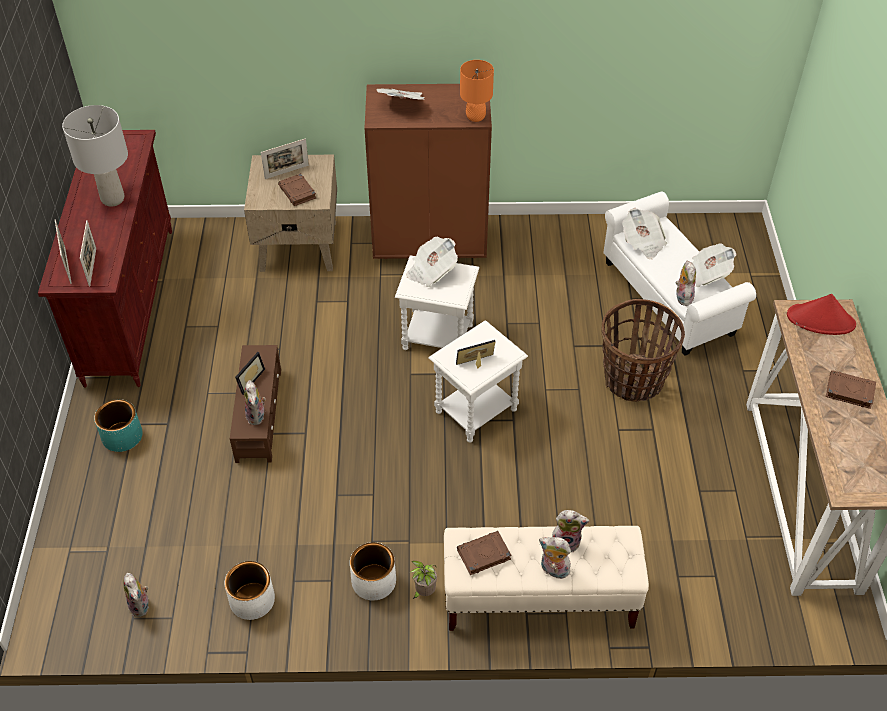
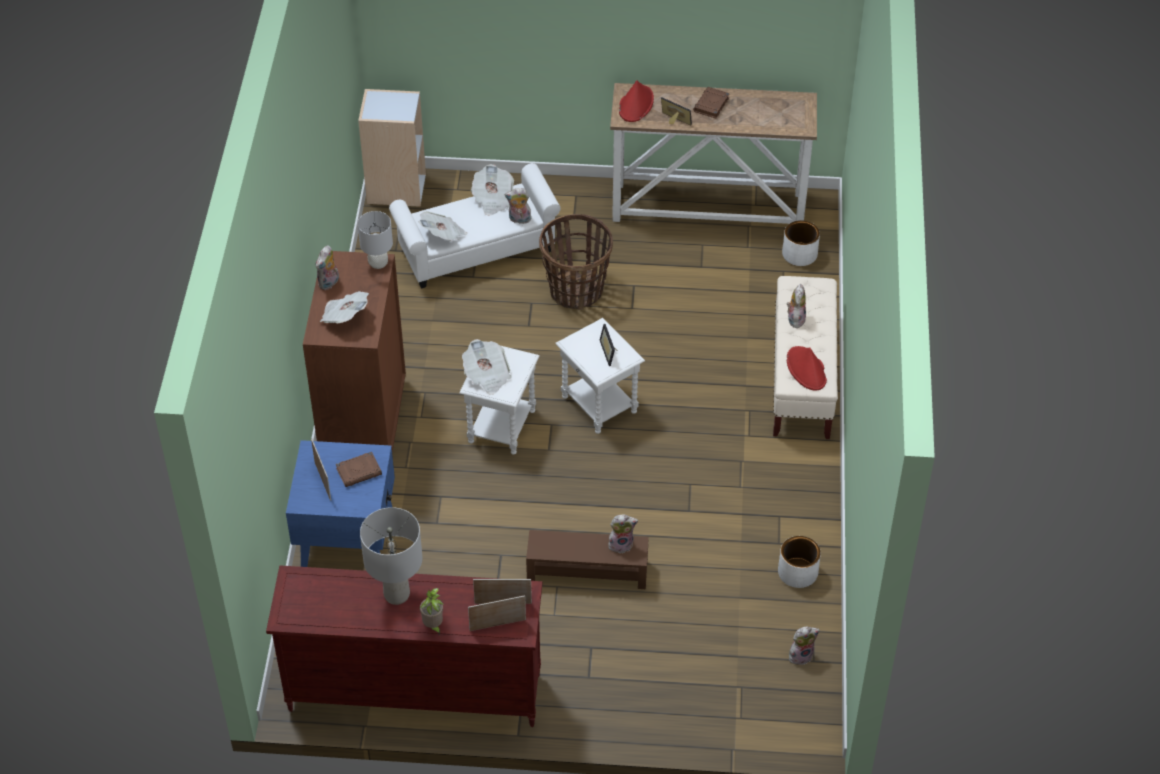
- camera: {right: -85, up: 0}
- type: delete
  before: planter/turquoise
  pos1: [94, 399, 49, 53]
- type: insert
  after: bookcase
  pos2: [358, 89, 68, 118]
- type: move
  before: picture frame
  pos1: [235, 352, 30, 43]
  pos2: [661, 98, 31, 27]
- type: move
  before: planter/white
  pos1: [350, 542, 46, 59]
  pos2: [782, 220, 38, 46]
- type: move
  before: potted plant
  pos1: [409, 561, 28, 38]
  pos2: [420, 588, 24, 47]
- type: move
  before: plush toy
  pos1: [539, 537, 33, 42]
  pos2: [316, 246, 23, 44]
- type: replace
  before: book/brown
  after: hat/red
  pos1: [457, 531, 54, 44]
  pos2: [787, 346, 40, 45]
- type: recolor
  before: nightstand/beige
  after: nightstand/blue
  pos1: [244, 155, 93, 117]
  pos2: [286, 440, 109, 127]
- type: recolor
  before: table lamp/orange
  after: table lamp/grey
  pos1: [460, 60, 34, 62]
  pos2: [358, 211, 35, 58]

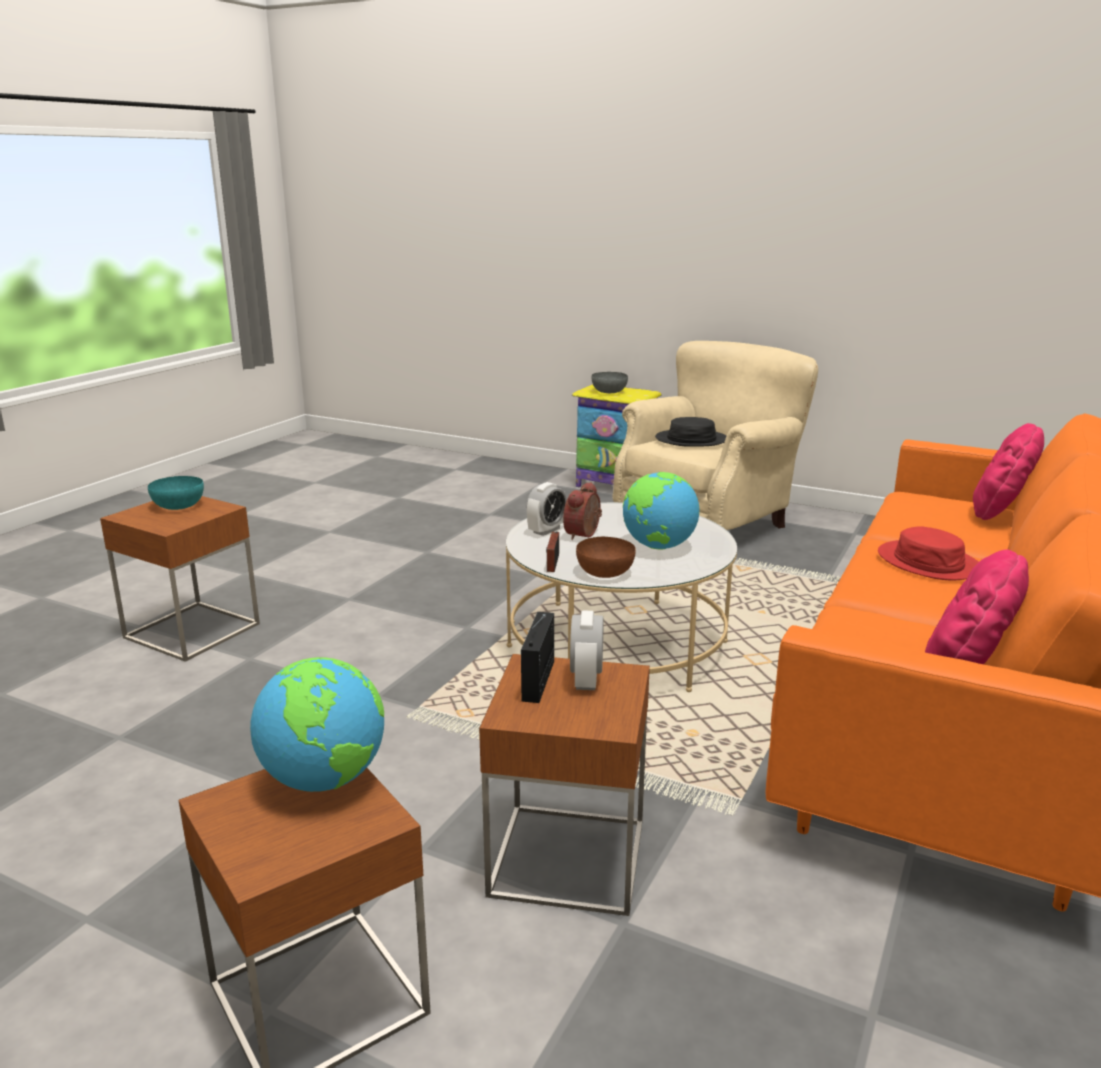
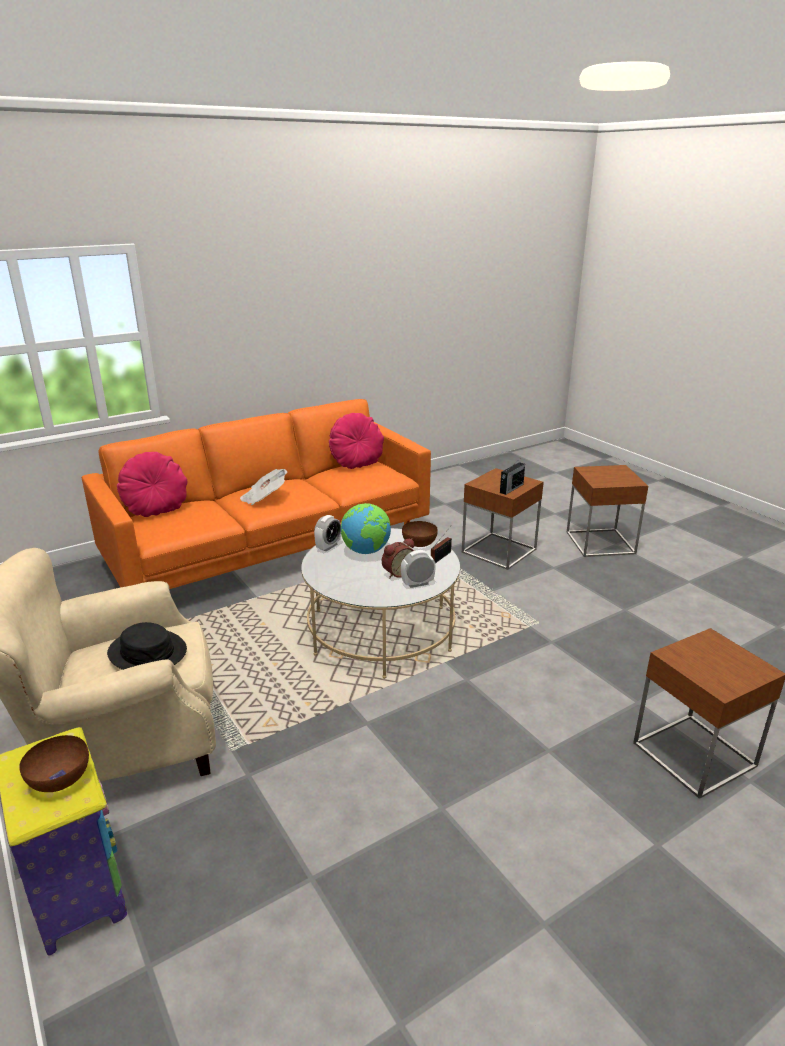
- camera: {right: -150, up: 5}
- type: delete
  before: bowl/turquoise
  pos1: [148, 476, 56, 34]
- type: delete
  before: globe
  pos1: [250, 657, 134, 135]
- type: move
  before: alarm clock
  pos1: [570, 610, 34, 80]
  pos2: [314, 515, 27, 37]
- type: replace
  before: hat/red
  after: newspaper
  pos1: [878, 526, 101, 54]
  pos2: [240, 469, 47, 36]
- type: recolor
  before: bowl/grey
  after: bowl/brown
  pos1: [592, 372, 36, 21]
  pos2: [19, 735, 70, 57]

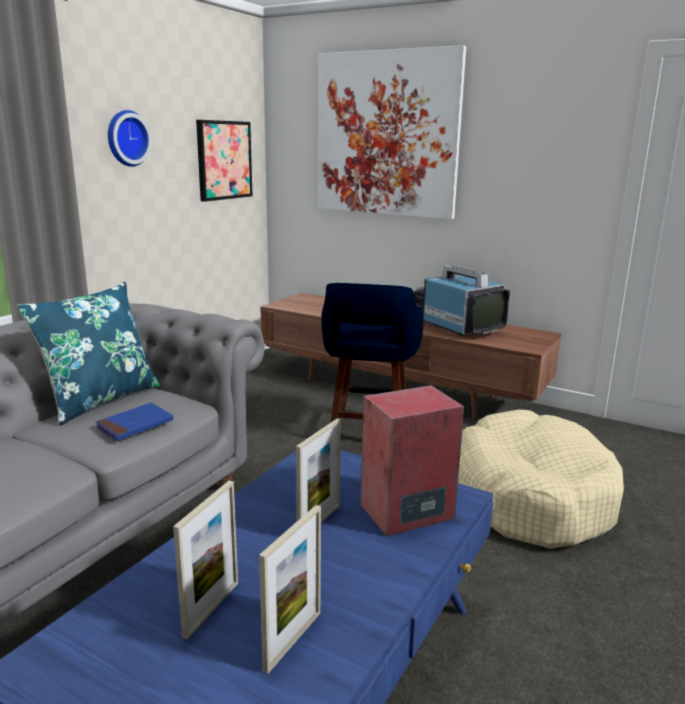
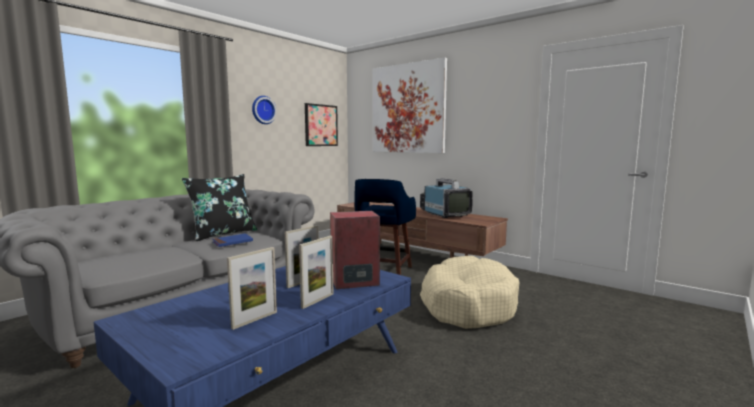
- camera: {right: 10, up: -10}
- type: move
  before: picture frame
  pos1: [173, 481, 65, 158]
  pos2: [299, 236, 34, 73]
- type: recolor
  before: pillow/blue
  after: pillow/black
  pos1: [17, 282, 143, 143]
  pos2: [182, 174, 75, 67]

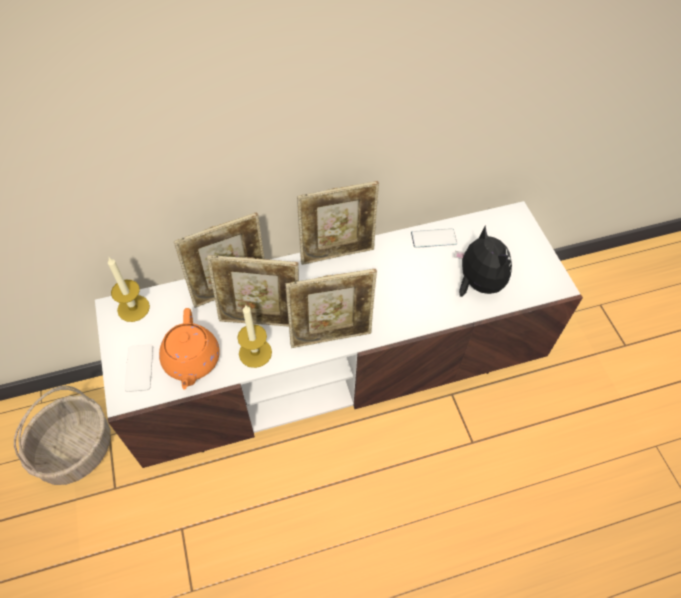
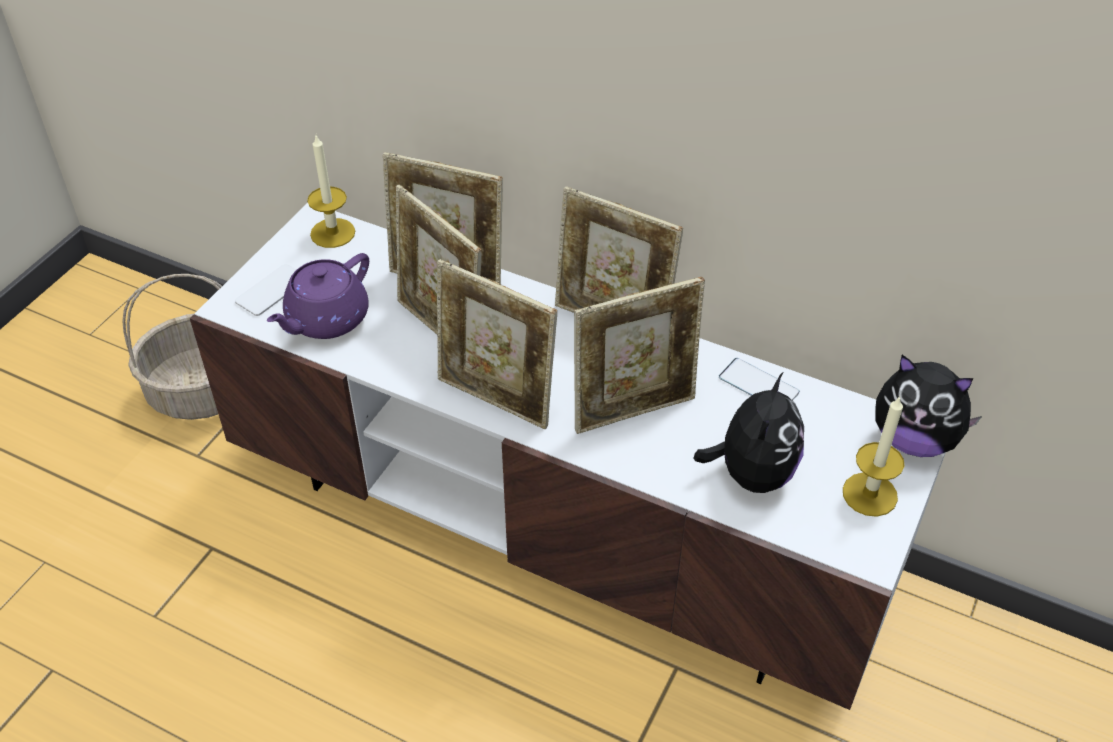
- camera: {right: 45, up: -10}
- type: insert
  after: picture frame
  pos2: [574, 277, 131, 157]
- type: insert
  after: plush toy
  pos2: [875, 355, 107, 102]
- type: move
  before: candle
  pos1: [237, 305, 35, 63]
  pos2: [843, 395, 61, 122]
- type: recolor
  before: teapot/orange
  after: teapot/purple
  pos1: [159, 308, 61, 82]
  pos2: [267, 253, 102, 86]

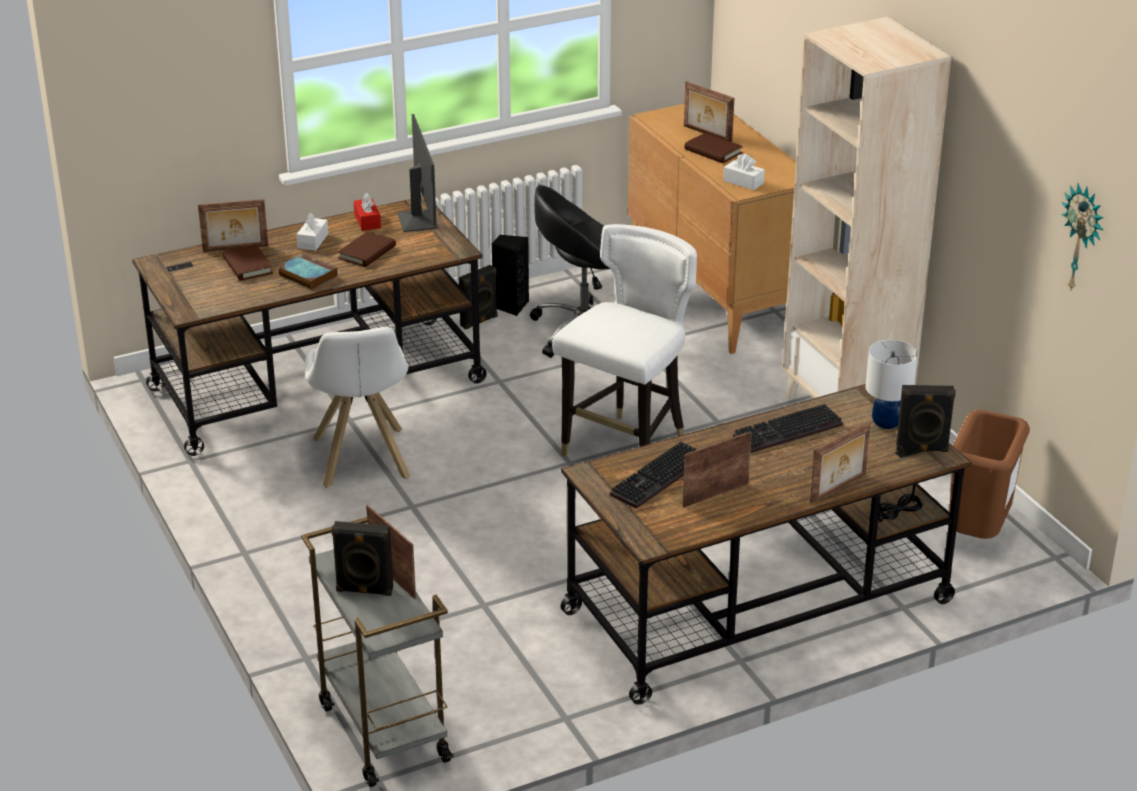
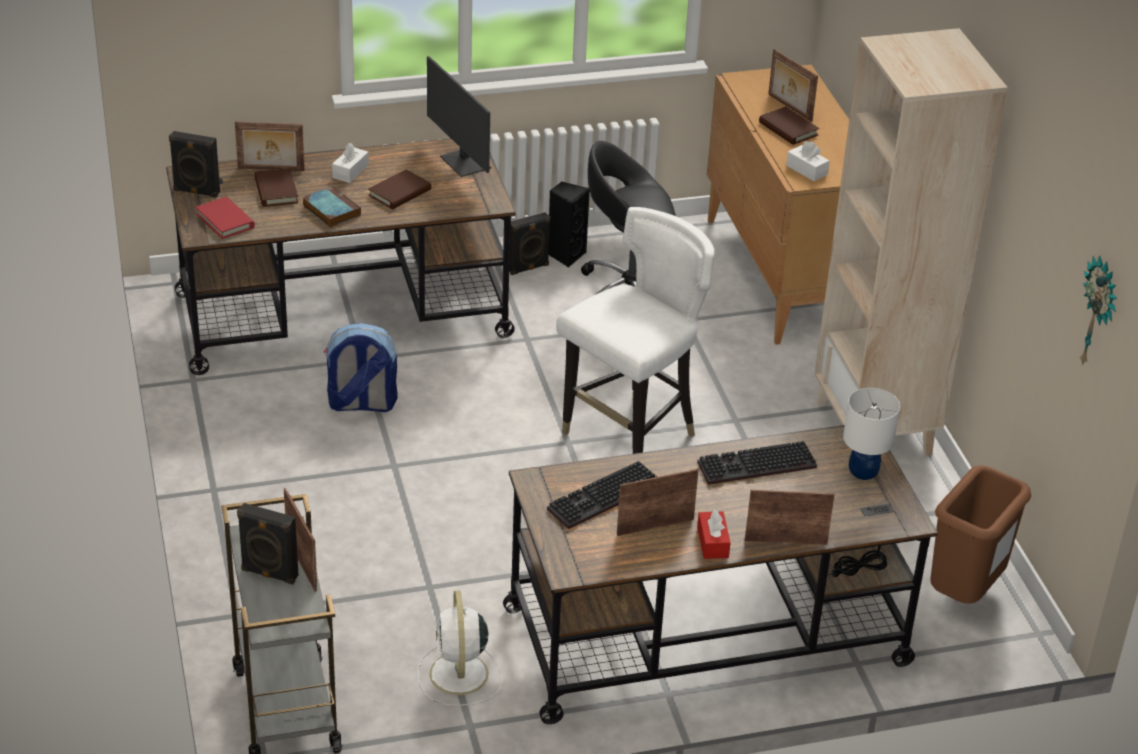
- camera: {right: 10, up: 5}
- type: insert
  after: book/red
  pos2: [195, 197, 60, 42]
- type: insert
  after: fan/white
  pos2: [418, 591, 85, 115]
- type: move
  before: tissue box/red
  pos1: [354, 193, 27, 38]
  pos2: [697, 509, 33, 50]
- type: move
  before: speaker/black
  pos1: [896, 385, 60, 67]
  pos2: [169, 131, 51, 67]
- type: replace
  before: chair/white
  after: backpack
  pos1: [305, 327, 105, 161]
  pos2: [324, 323, 74, 89]
- type: rotate
  before: monitor
  pos1: [397, 114, 40, 118]
  pos2: [427, 56, 65, 121]
  turn: 150
- type: rotate
  before: picture frame
  pos1: [810, 422, 60, 81]
  pos2: [745, 490, 90, 55]
  turn: -150

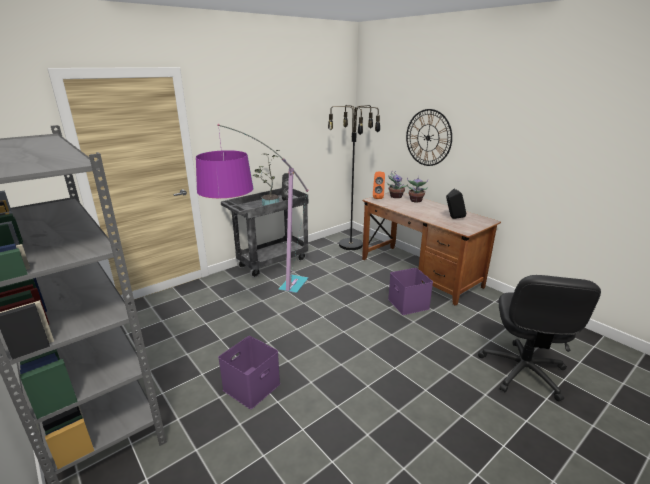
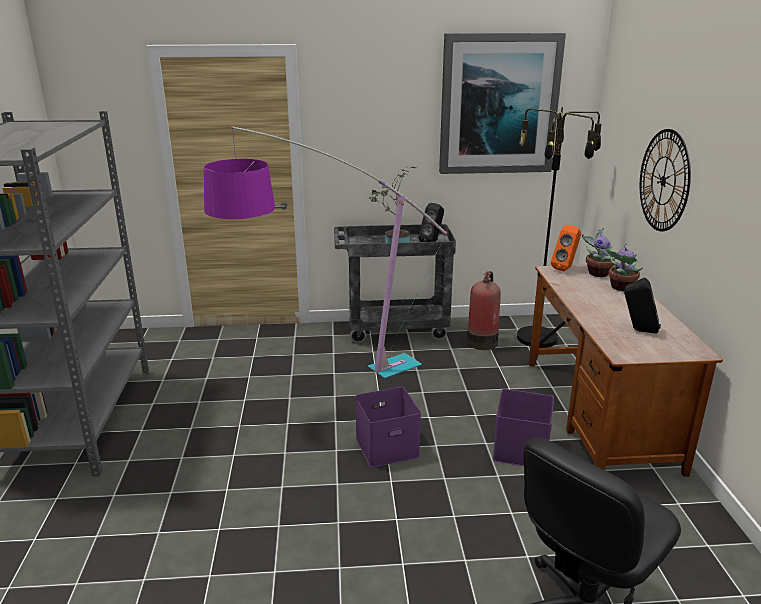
- camera: {right: 35, up: 0}
- type: insert
  after: picture
  pos2: [439, 33, 127, 141]
- type: insert
  after: fire extinguisher
  pos2: [467, 271, 34, 79]
- type: move
  before: storage box/purple
  pos1: [218, 336, 62, 73]
  pos2: [355, 387, 66, 81]

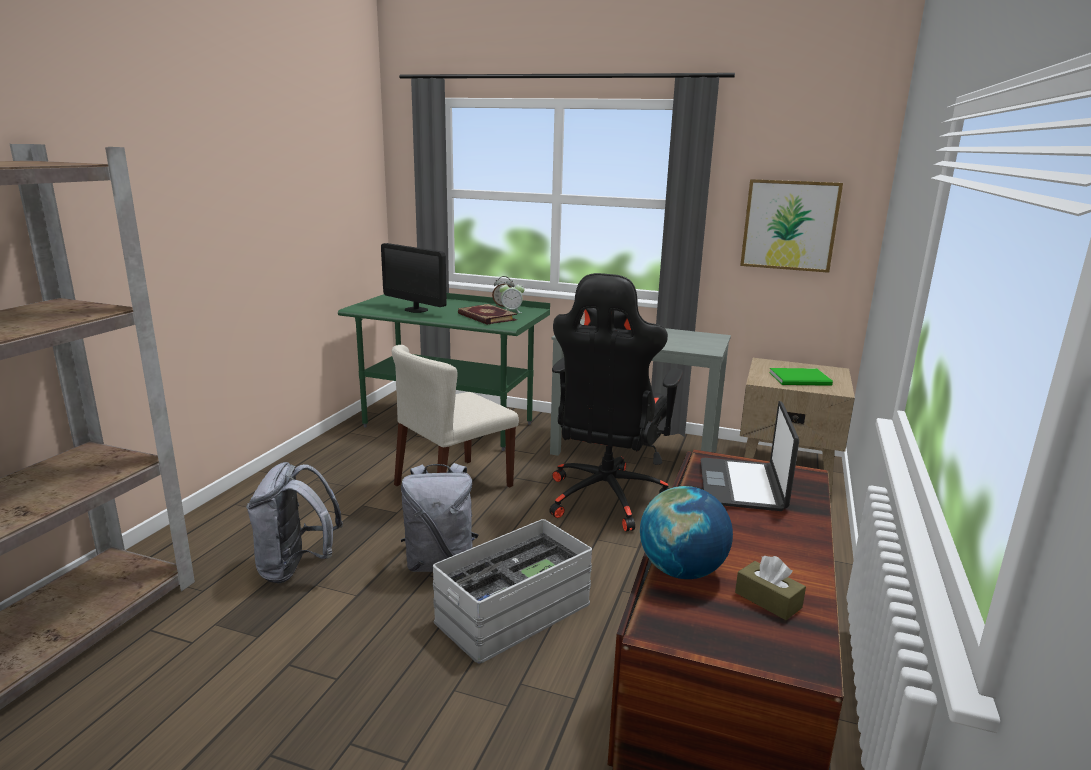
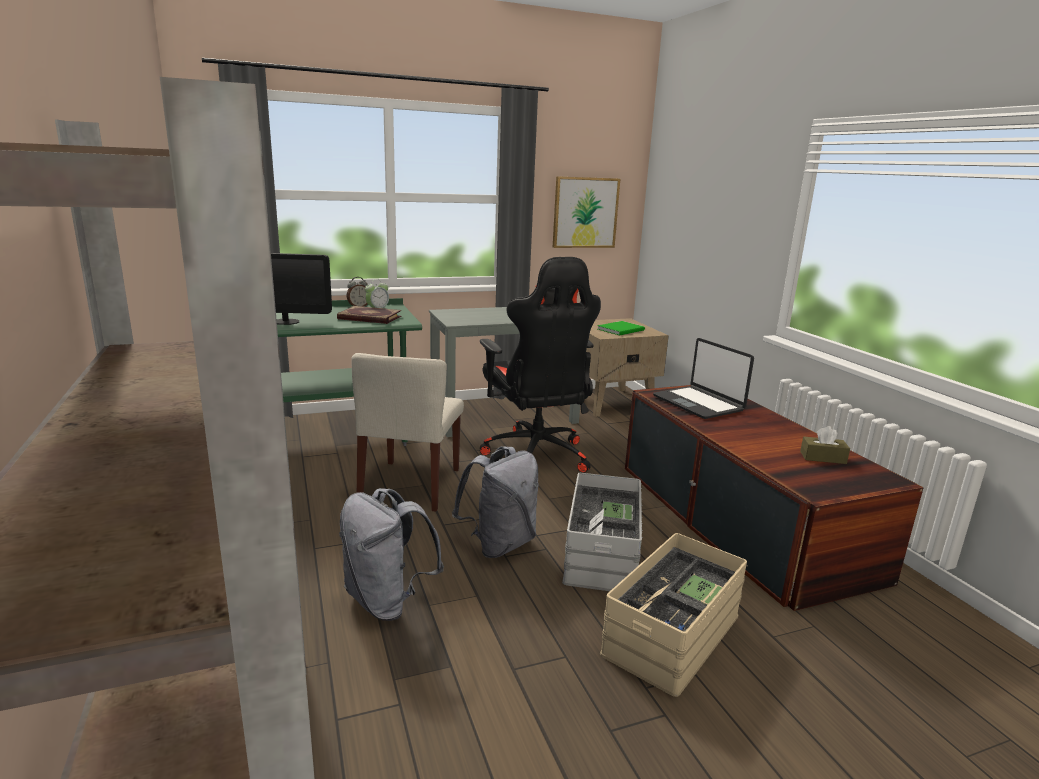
- camera: {right: -40, up: 0}
- type: delete
  before: globe
  pos1: [640, 486, 93, 93]
- type: insert
  after: storage box/beige
  pos2: [600, 533, 147, 164]

